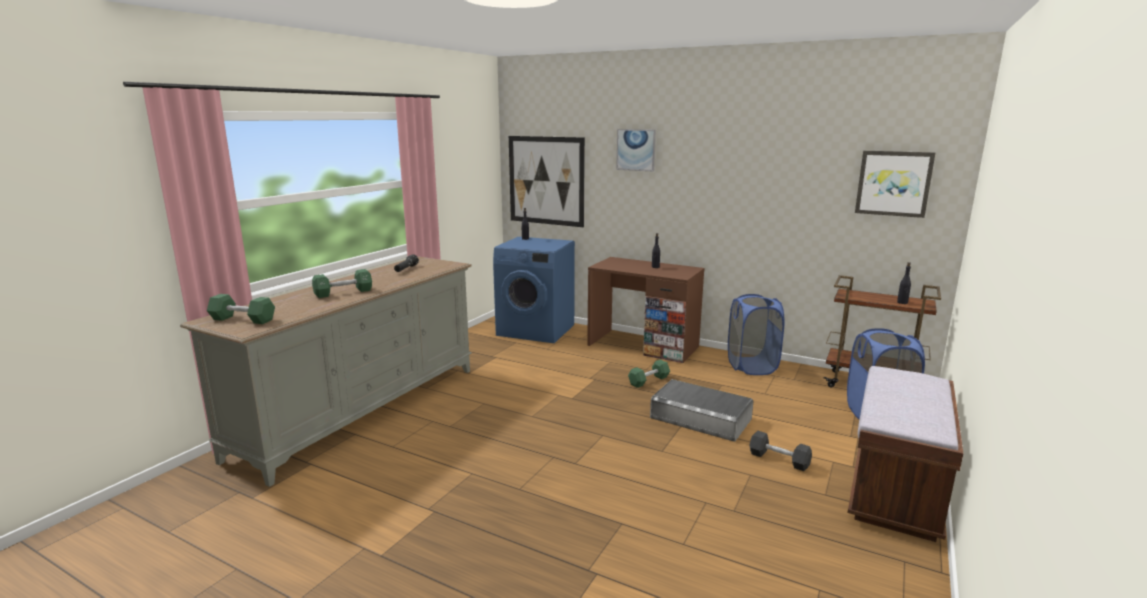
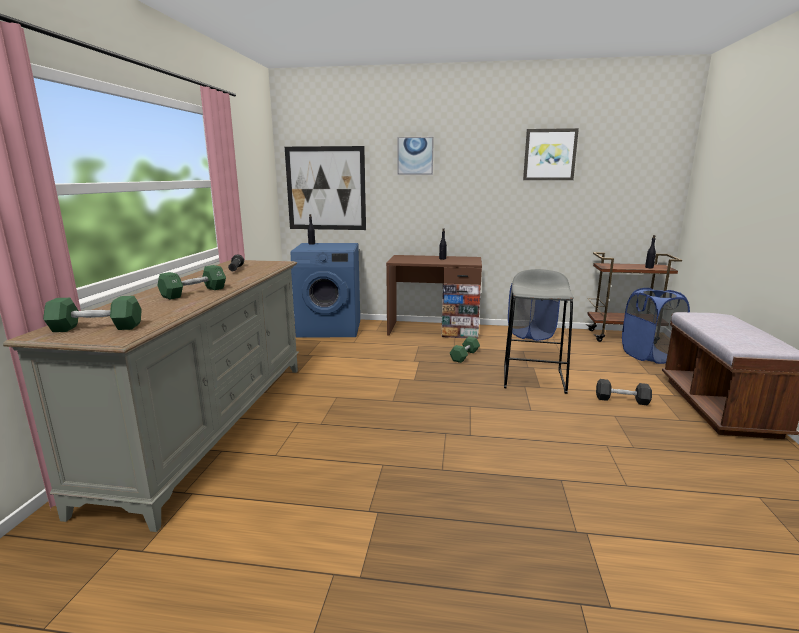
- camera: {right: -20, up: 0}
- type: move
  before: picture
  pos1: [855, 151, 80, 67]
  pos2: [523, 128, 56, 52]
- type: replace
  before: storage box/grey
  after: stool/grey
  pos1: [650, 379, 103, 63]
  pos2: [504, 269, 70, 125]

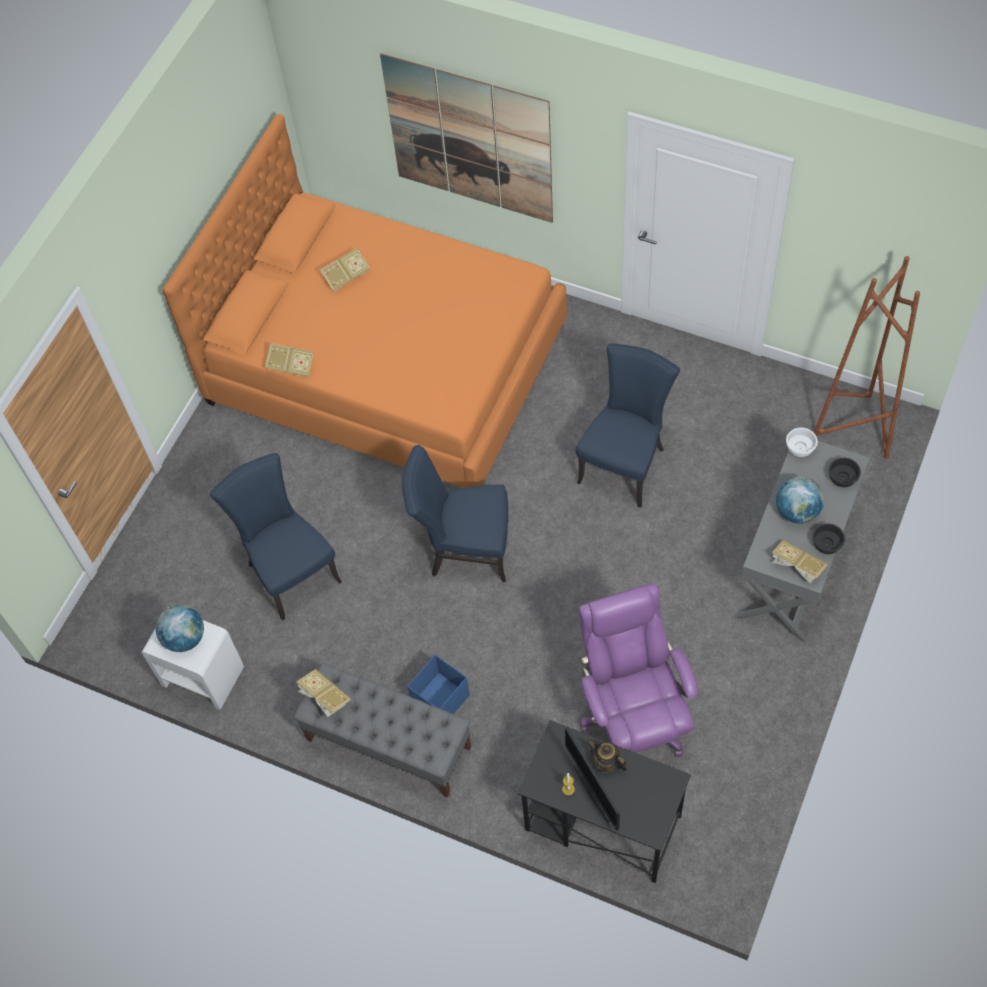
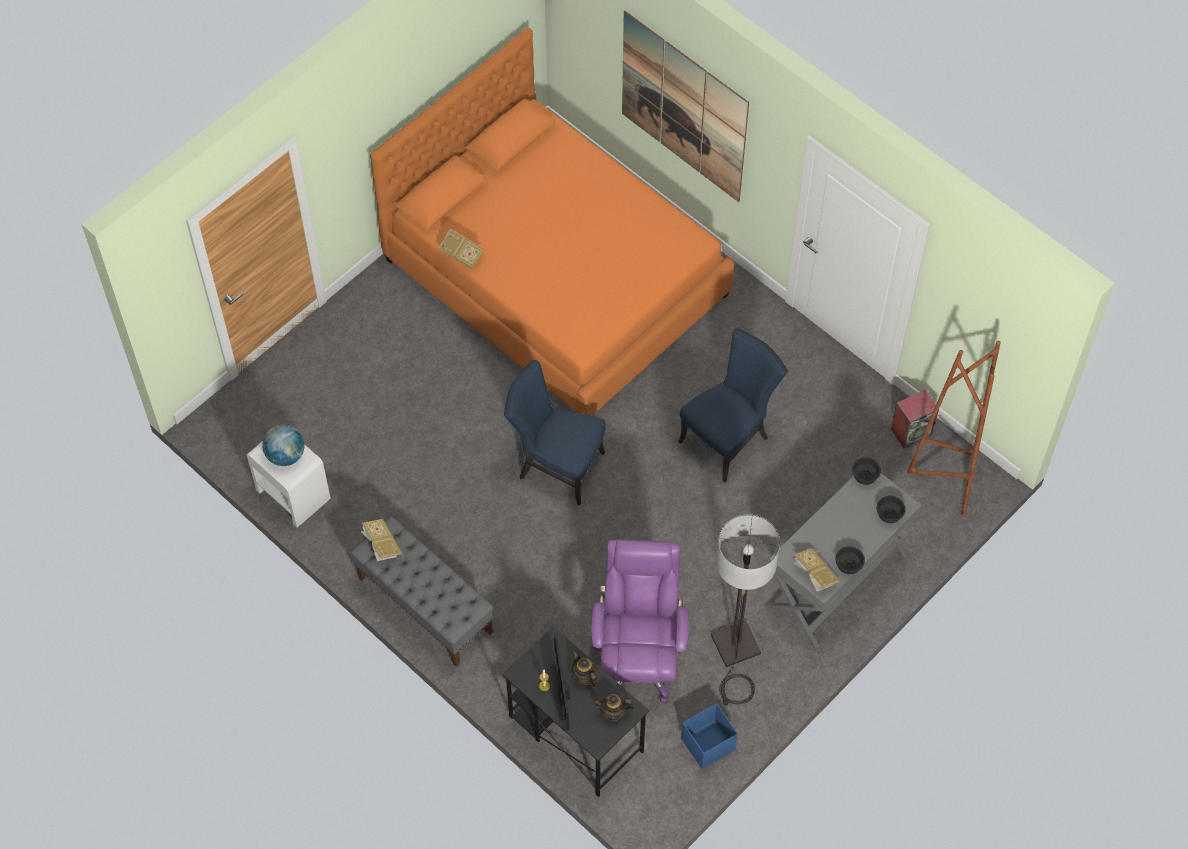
- camera: {right: 15, up: 0}
- type: delete
  before: chair/blue
  pos1: [210, 453, 132, 168]
- type: delete
  before: book
  pos1: [320, 248, 51, 43]
- type: delete
  before: globe
  pos1: [776, 476, 48, 48]
- type: insert
  after: teapot
  pos2: [593, 694, 41, 27]
- type: insert
  after: floor lamp
  pos2: [711, 514, 69, 191]
- type: insert
  after: speaker
  pos2: [891, 389, 48, 60]
- type: move
  before: storage box/blue
  pos1: [407, 655, 63, 59]
  pos2: [681, 703, 57, 66]
- type: recolor
  before: bowl/white
  after: bowl/black
  pos1: [786, 428, 32, 29]
  pos2: [852, 457, 29, 28]

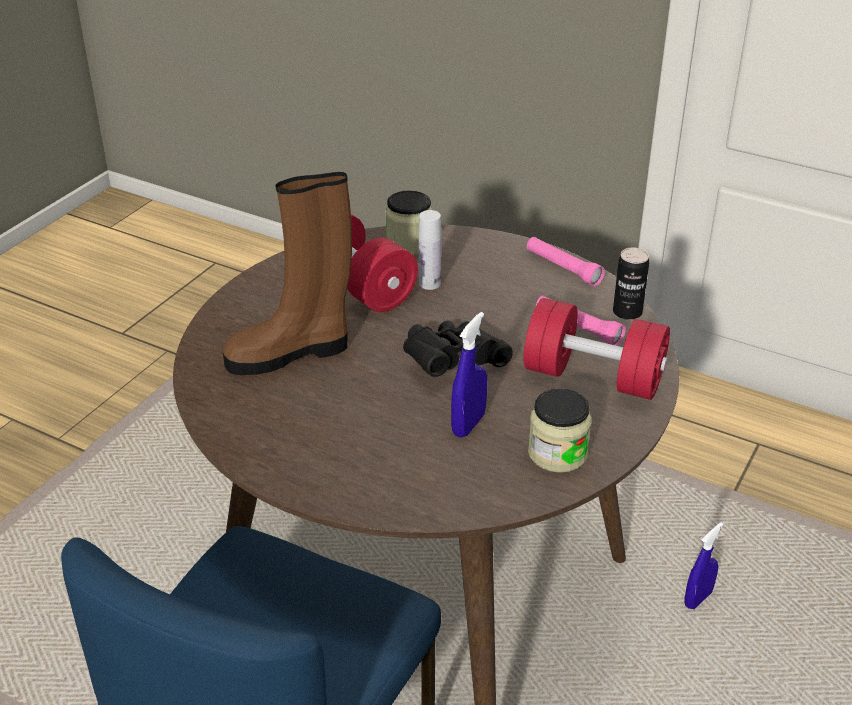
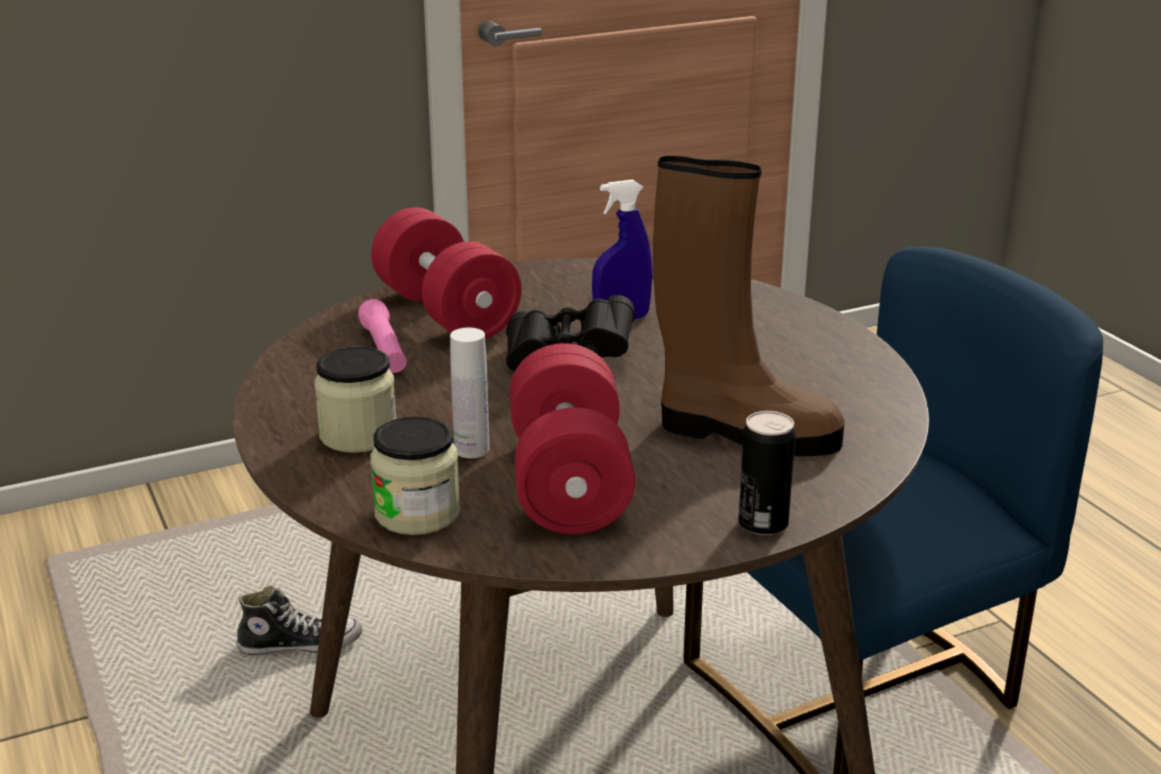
- camera: {right: -145, up: -10}
- type: delete
  before: flashlight/pink
  pos1: [527, 237, 78, 49]
- type: move
  before: jar
  pos1: [528, 388, 64, 85]
  pos2: [315, 346, 81, 107]
- type: move
  before: can
  pos1: [613, 247, 36, 73]
  pos2: [738, 411, 58, 124]
- type: replace
  before: spray bottle/blue
  after: shoe
  pos1: [684, 522, 39, 87]
  pos2: [237, 586, 125, 71]

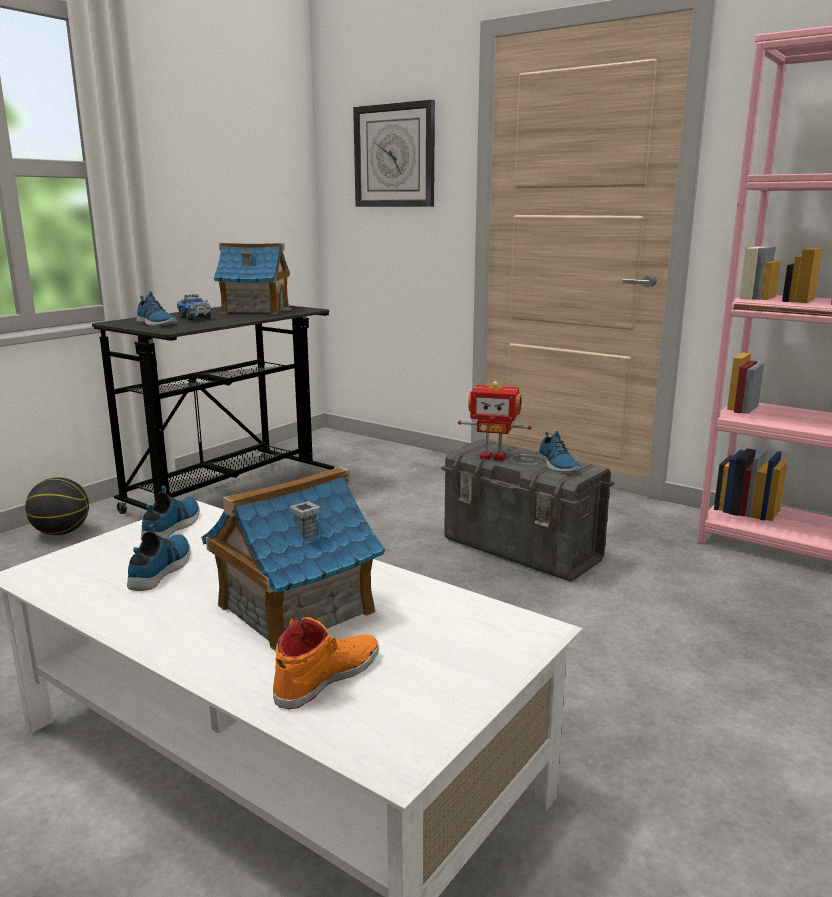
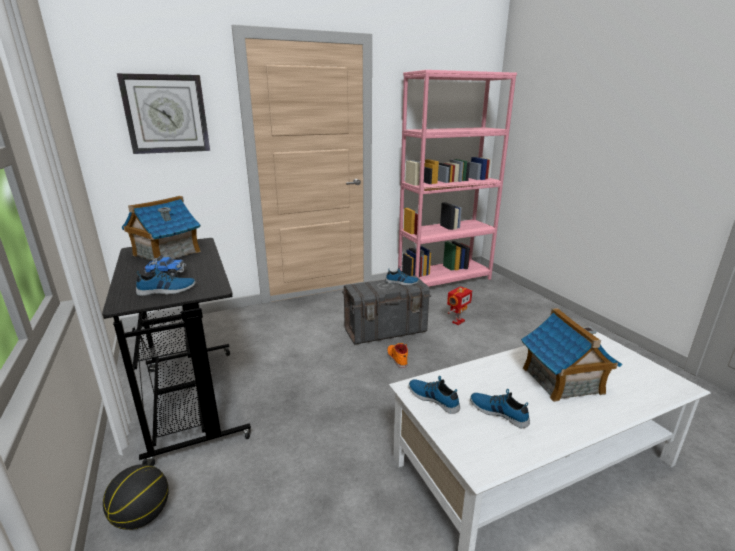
- camera: {right: -60, up: 5}
- type: move
  before: shoe/orange
  pos1: [273, 617, 106, 92]
  pos2: [387, 343, 21, 25]
- type: move
  before: toy robot
  pos1: [458, 381, 74, 80]
  pos2: [447, 286, 25, 39]

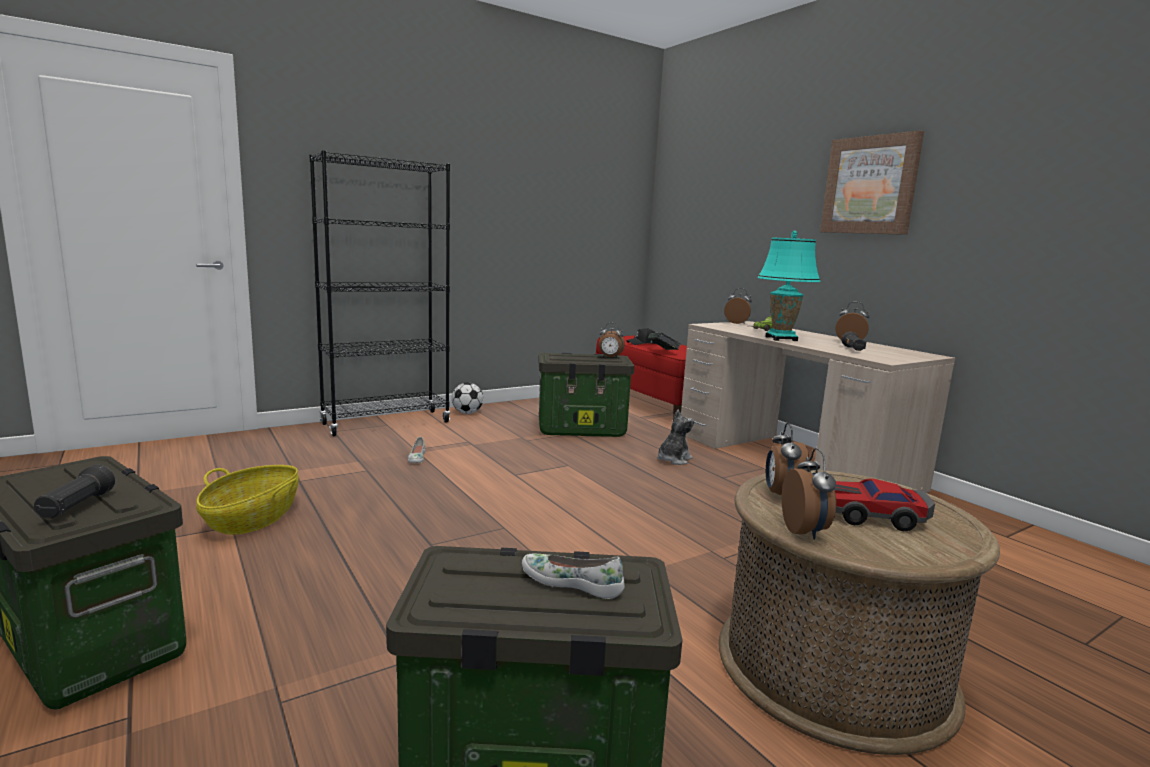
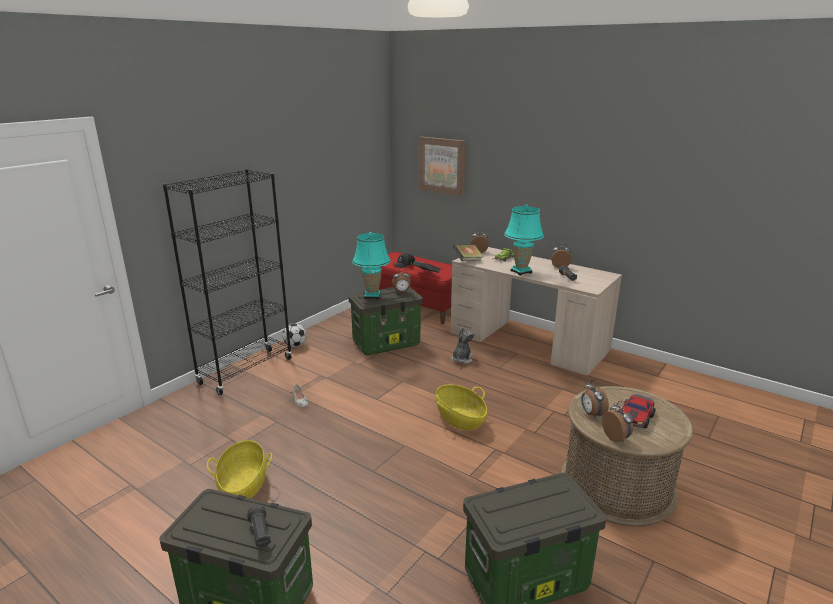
- camera: {right: -20, up: 10}
- type: delete
  before: shoe/white
  pos1: [522, 554, 103, 45]
- type: insert
  after: table lamp/turquoise
  pos2: [352, 232, 39, 68]
- type: insert
  after: basket
  pos2: [435, 385, 52, 45]
- type: insert
  after: book
  pos2: [453, 245, 31, 16]
- type: move
  before: picture
  pos1: [820, 131, 104, 104]
  pos2: [419, 137, 47, 59]
- type: rotate
  before: toy car
  pos1: [834, 478, 101, 53]
  pos2: [618, 394, 37, 35]
  turn: -45

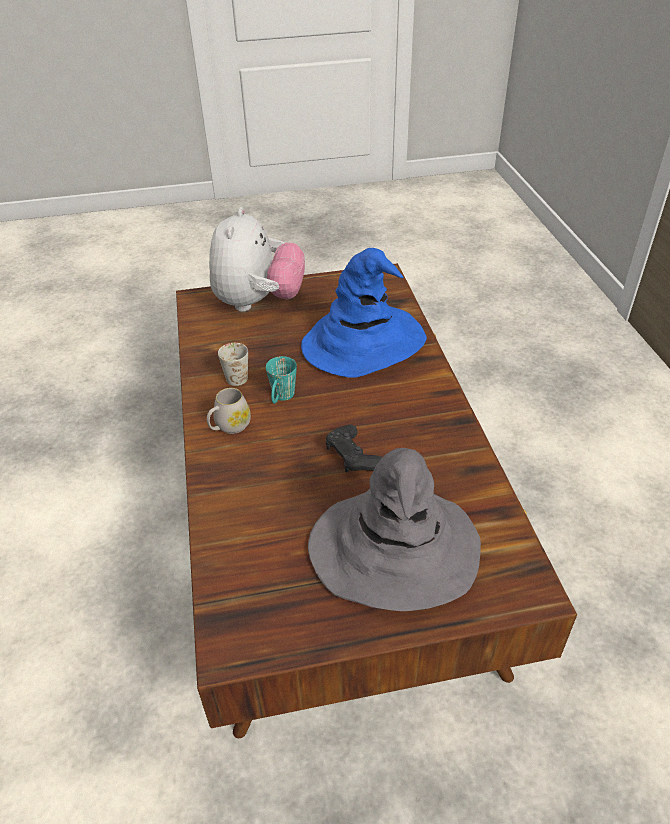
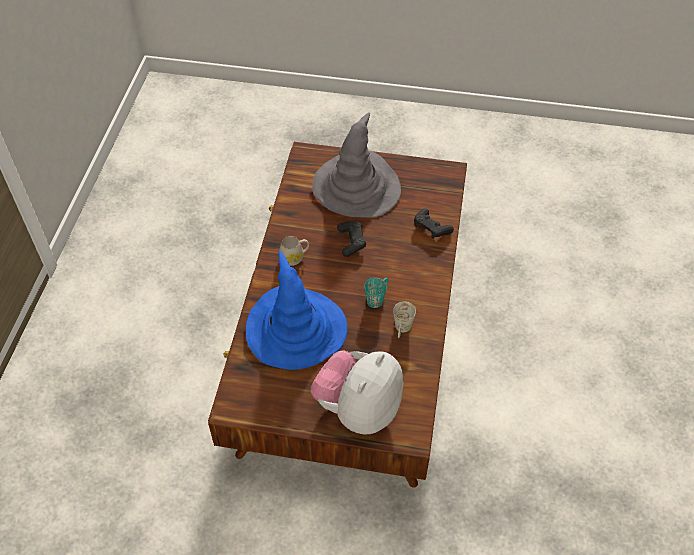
- camera: {right: -160, up: 10}
- type: insert
  after: game controller/black
  pos2: [414, 208, 40, 31]
- type: move
  before: mug/white
  pos1: [207, 388, 44, 46]
  pos2: [279, 236, 30, 30]

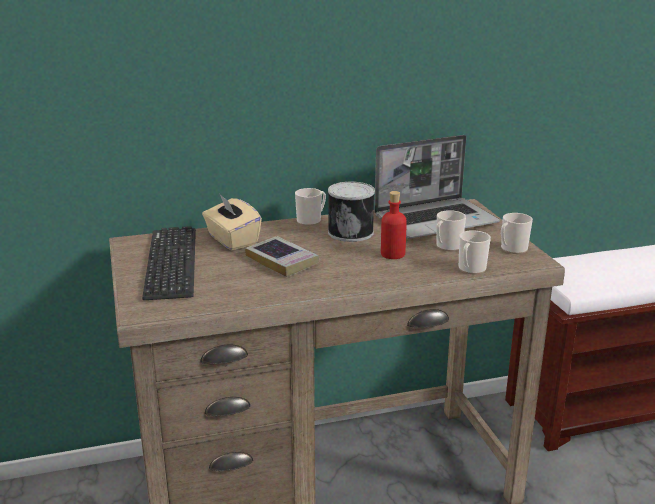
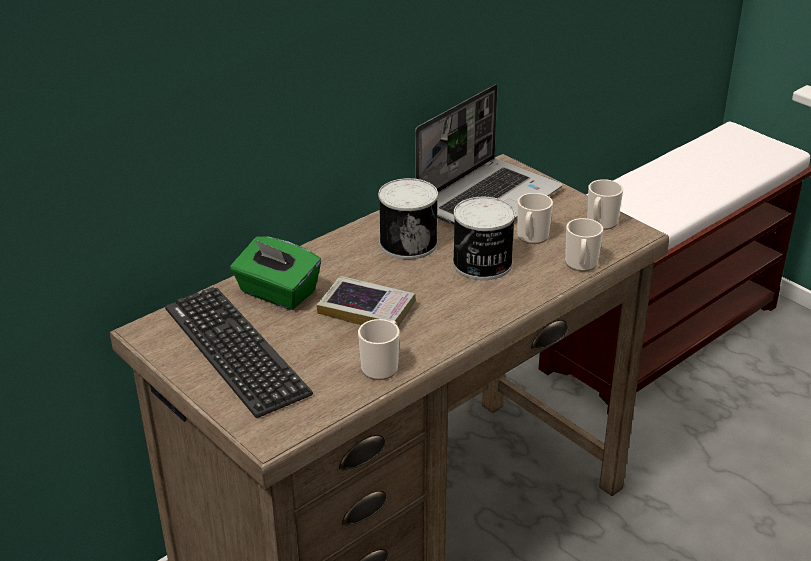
- camera: {right: -25, up: 10}
- type: move
  before: mug
  pos1: [295, 188, 31, 38]
  pos2: [358, 319, 41, 61]
- type: replace
  before: bottle/red
  after: can
  pos1: [381, 191, 26, 68]
  pos2: [453, 197, 62, 83]
- type: recolor
  before: tissue box/beige
  after: tissue box/green
  pos1: [202, 195, 60, 55]
  pos2: [230, 237, 91, 73]

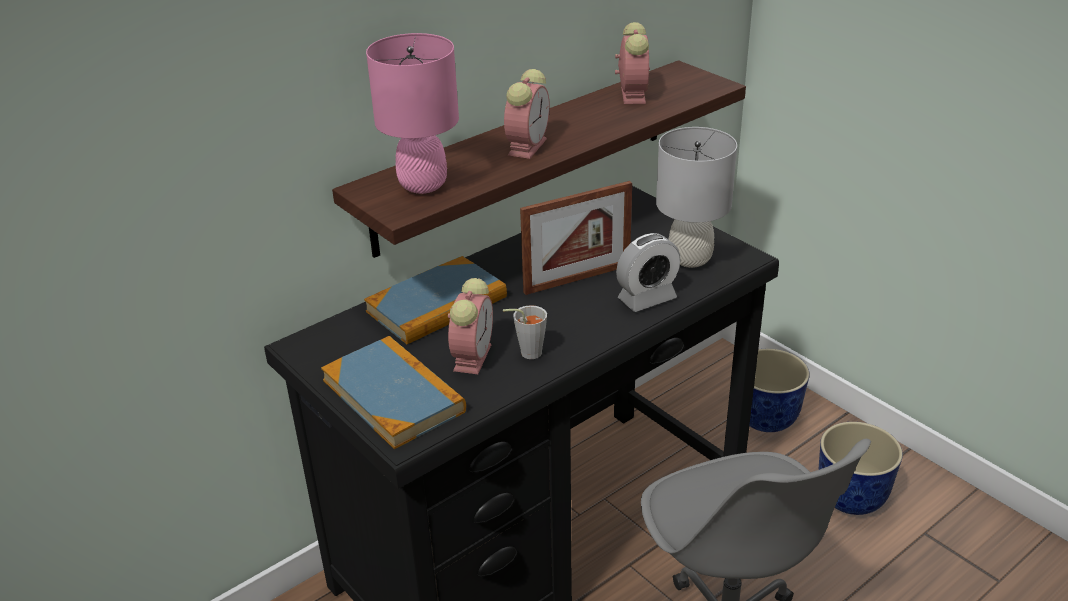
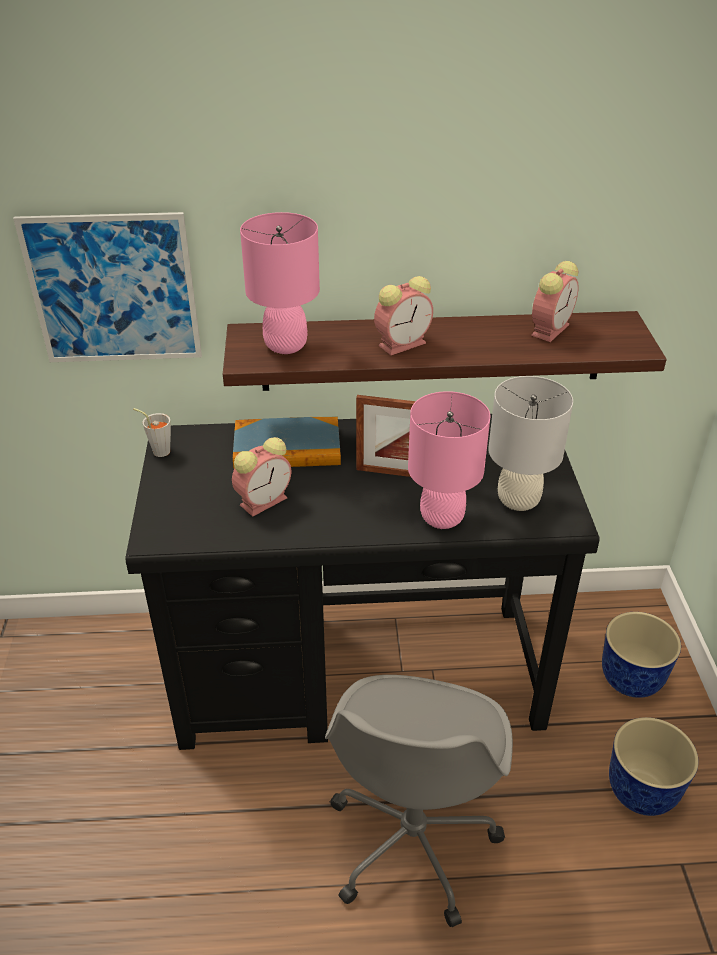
- camera: {right: 35, up: 5}
- type: delete
  before: book
  pos1: [321, 336, 145, 113]
- type: insert
  after: picture
  pos2: [13, 212, 189, 150]
- type: move
  before: cup/grey
  pos1: [503, 305, 44, 54]
  pos2: [133, 408, 38, 49]
- type: replace
  before: alarm clock
  after: table lamp/pink
  pos1: [616, 233, 65, 79]
  pos2: [408, 391, 82, 138]

